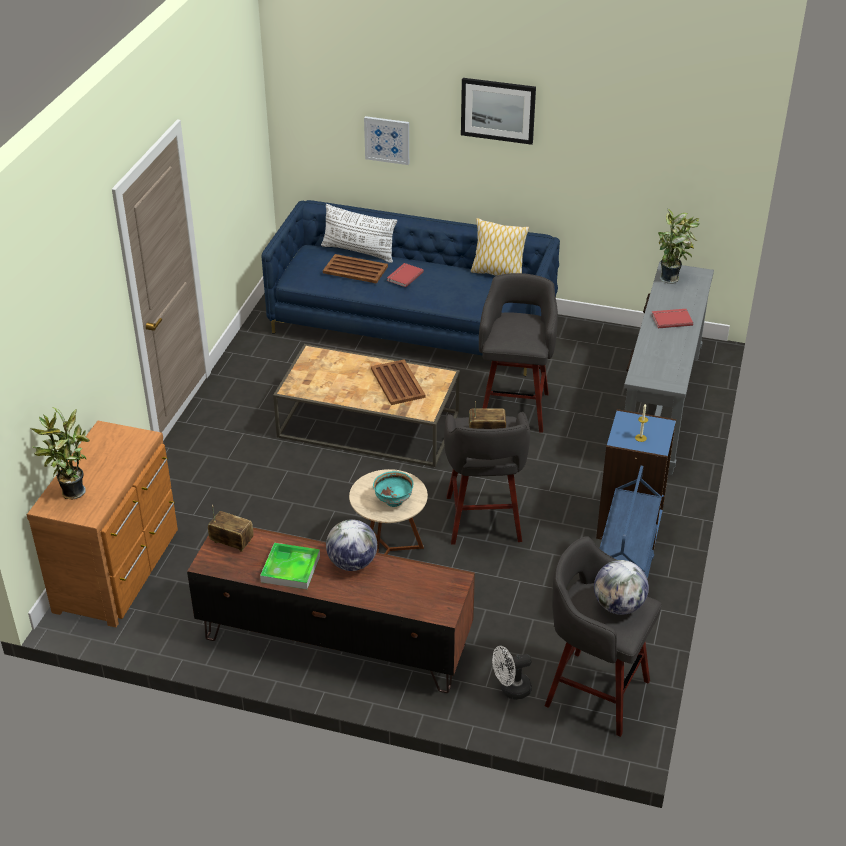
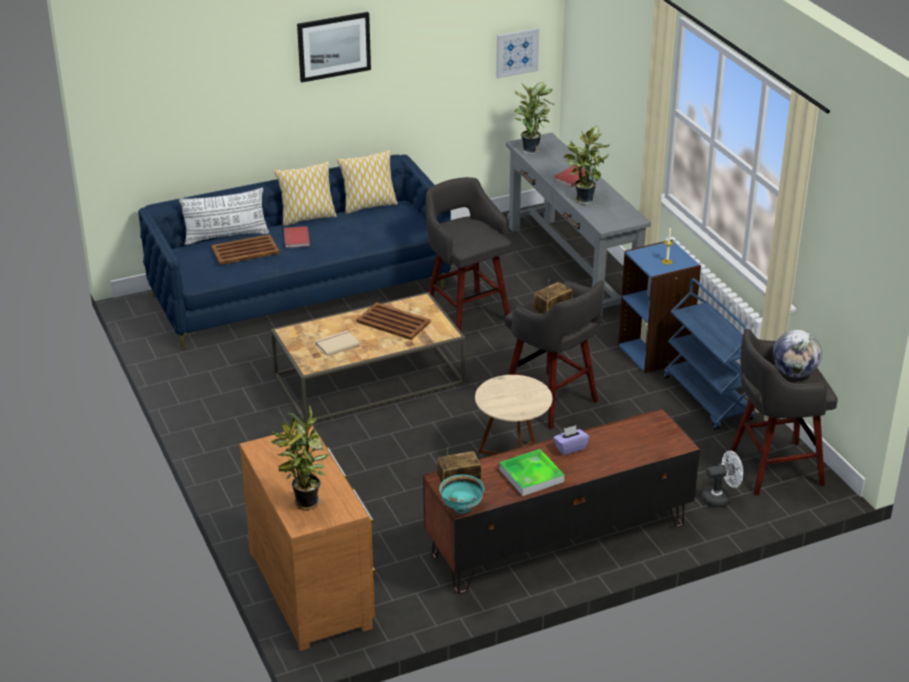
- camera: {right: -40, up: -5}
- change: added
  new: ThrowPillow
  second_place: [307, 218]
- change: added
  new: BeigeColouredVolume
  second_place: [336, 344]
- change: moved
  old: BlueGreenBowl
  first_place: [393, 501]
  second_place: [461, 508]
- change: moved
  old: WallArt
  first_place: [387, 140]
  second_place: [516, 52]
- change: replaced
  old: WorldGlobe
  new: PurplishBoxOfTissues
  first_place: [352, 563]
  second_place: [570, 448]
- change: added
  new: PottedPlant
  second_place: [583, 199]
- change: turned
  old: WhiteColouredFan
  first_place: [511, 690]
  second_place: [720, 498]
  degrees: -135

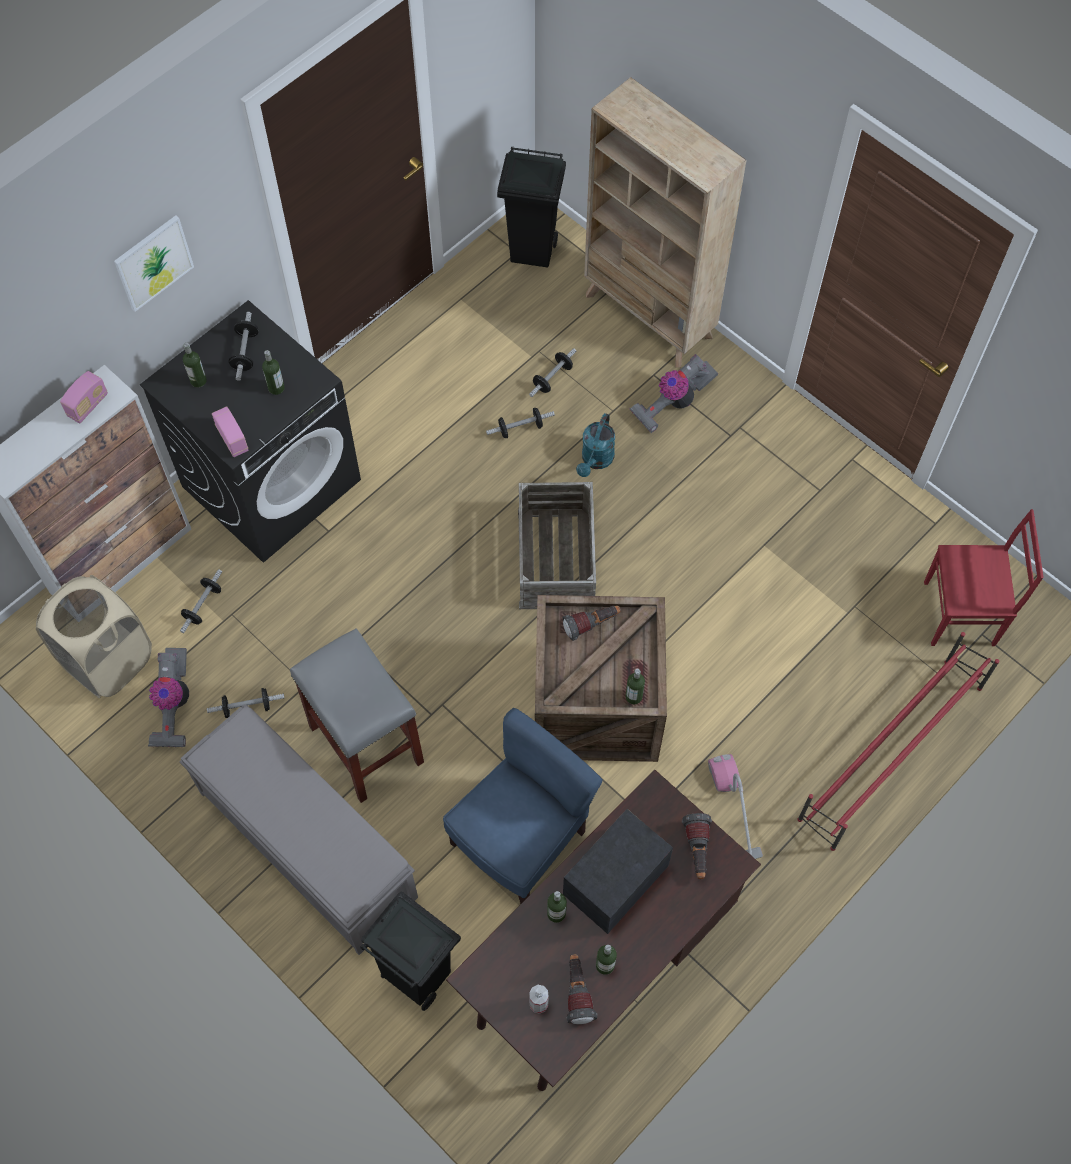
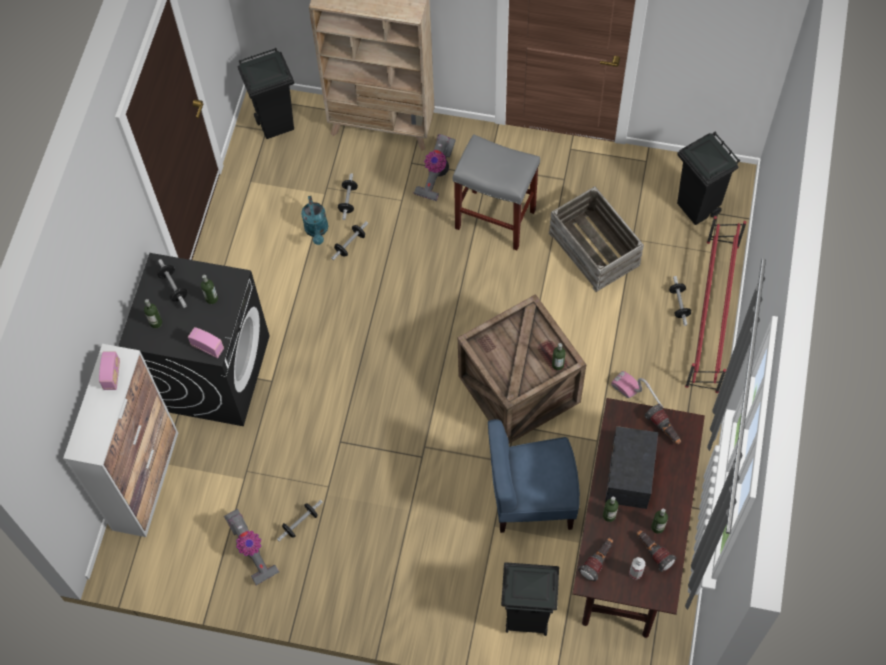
- camera: {right: -30, up: 0}
- change: moved
  old: BlueGreenWateringPot
  first_place: [595, 460]
  second_place: [317, 231]
- change: moved
  old: GreySittingStool
  first_place: [368, 745]
  second_place: [496, 219]
- change: turned
  old: BlueColouredUprightChair
  first_place: [520, 840]
  second_place: [531, 499]
  degrees: -105
- change: moved
  old: PackingCrate
  first_place: [557, 558]
  second_place: [595, 248]
- change: moved
  old: HandTorch
  first_place: [592, 625]
  second_place: [597, 561]
- change: moved
  old: Dumbbell
  first_place: [203, 606]
  second_place: [679, 304]
- change: replaced
  old: RedUprightChair
  new: BlackishTrashCan
  first_place: [961, 614]
  second_place: [697, 208]
- change: removed
  old: BeigeColouredLaundryBasket
  first_place: [108, 660]
- change: removed
  old: WallArt
  first_place: [153, 262]
- change: removed
  old: GreyLongSeat
  first_place: [306, 843]

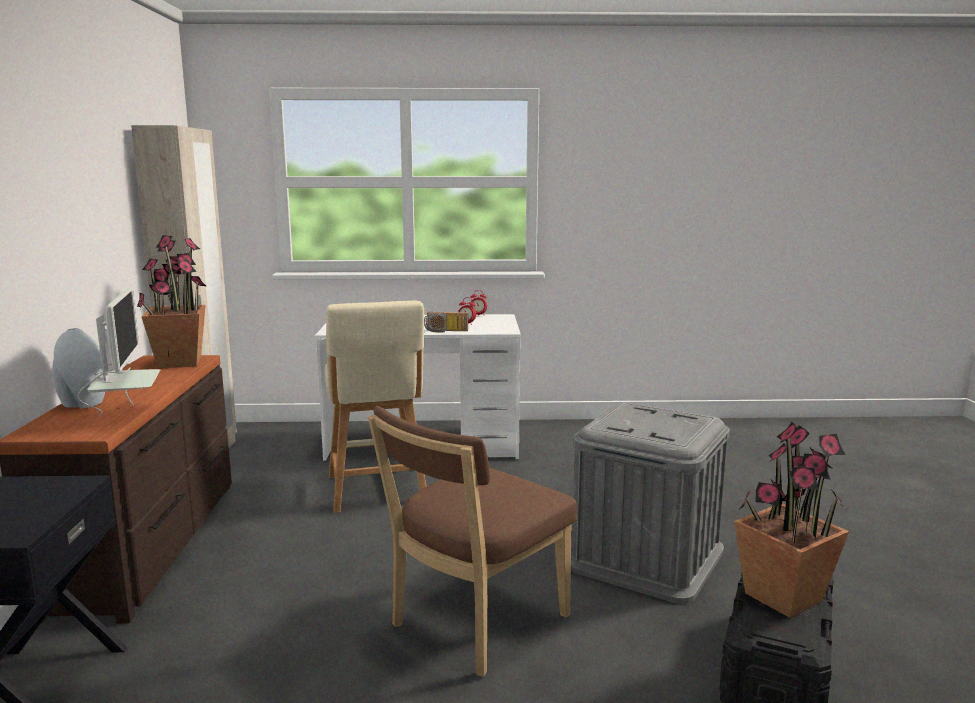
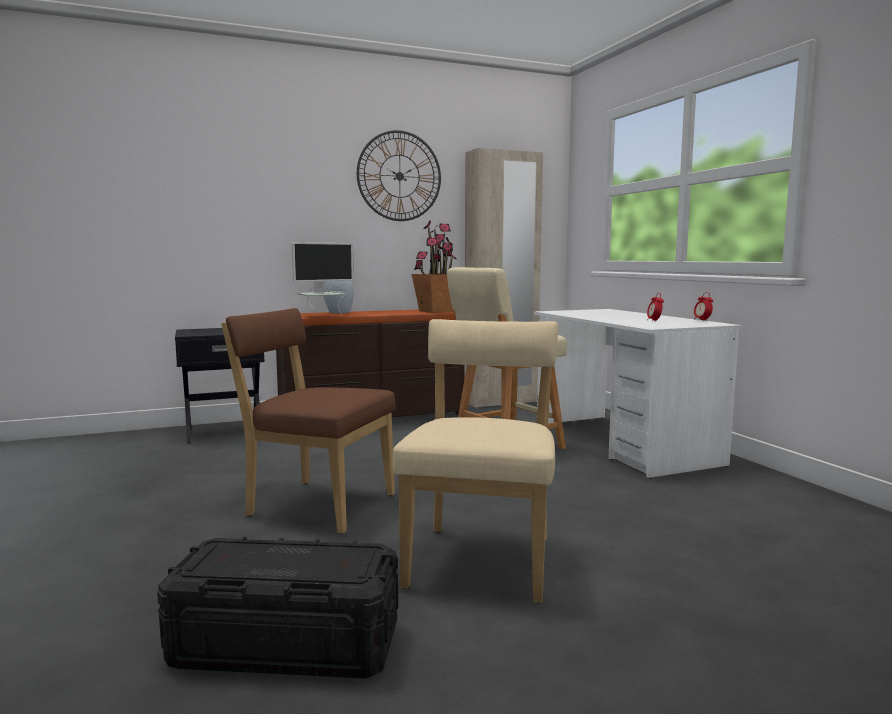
- camera: {right: 70, up: -5}
- change: added
  new: WallClock
  second_place: [399, 176]
- change: replaced
  old: GreyStorageBin
  new: BeigeColouredUprightChair
  first_place: [645, 557]
  second_place: [482, 558]
- change: removed
  old: RadioReceiver
  first_place: [445, 331]
- change: removed
  old: PottedPlant
  first_place: [783, 596]

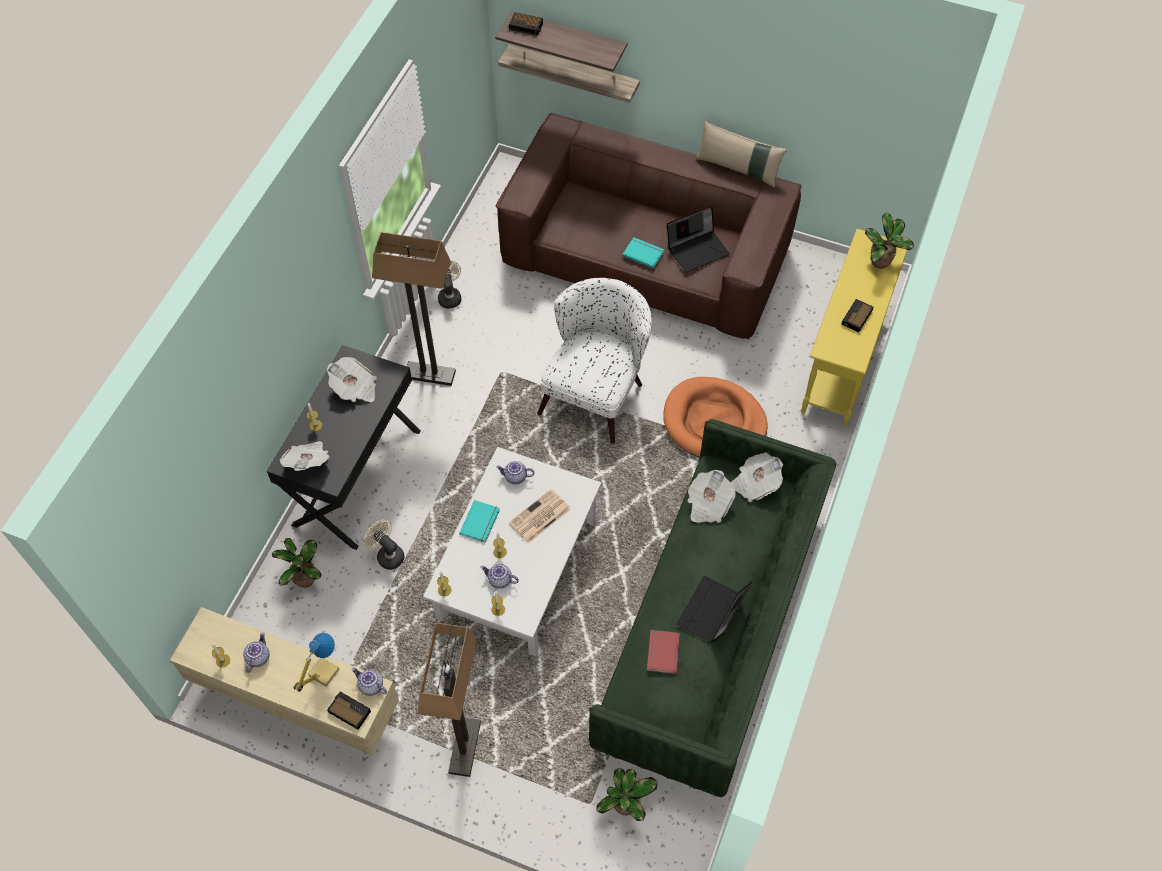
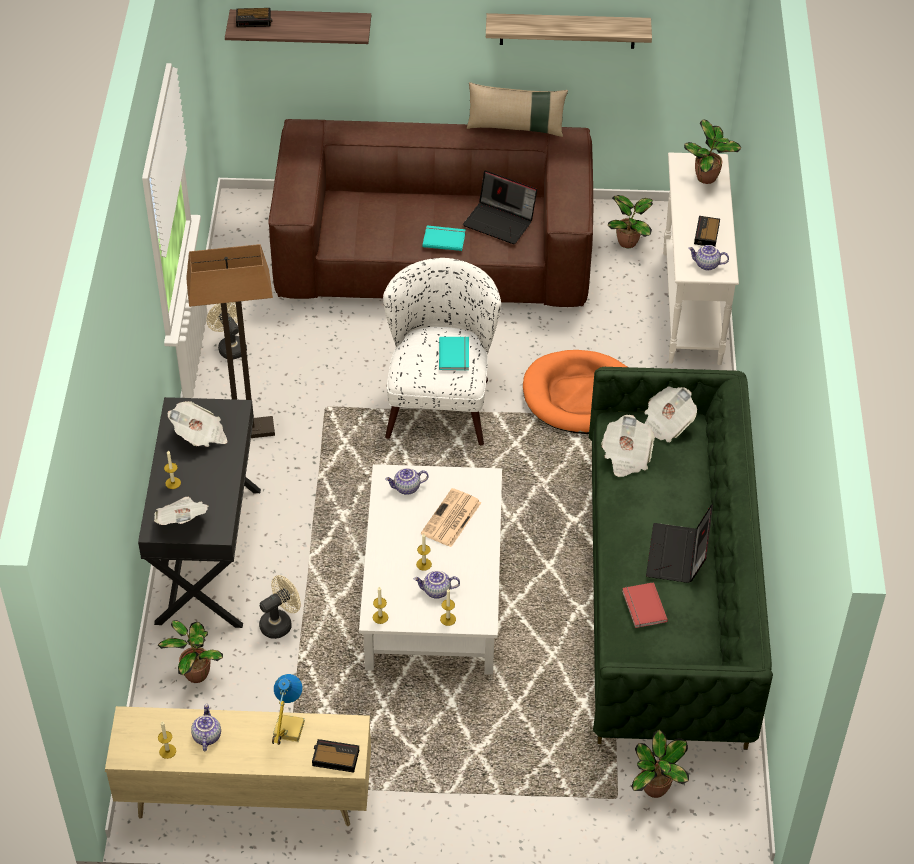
- camera: {right: -20, up: -10}
- change: turned
  old: BeigeColouredFan
  first_place: [387, 555]
  second_place: [280, 623]
  degrees: 120
- change: moved
  old: BlueGreenVolume
  first_place: [481, 522]
  second_place: [455, 354]
- change: turned
  old: NotebookComputer
  first_place: [697, 249]
  second_place: [500, 221]
  degrees: 75
- change: moved
  old: BracketShelf
  first_place: [573, 73]
  second_place: [567, 30]
- change: added
  new: PottedPlant
  second_place: [629, 242]
- change: recoloured
  old: YellowishConsoleTable
  new: WhiteColouredConsoleTable
  first_place: [841, 365]
  second_place: [691, 308]
- change: moved
  old: Teapot
  first_place: [370, 686]
  second_place: [706, 265]
- change: removed
  old: StandardLamp
  first_place: [465, 748]

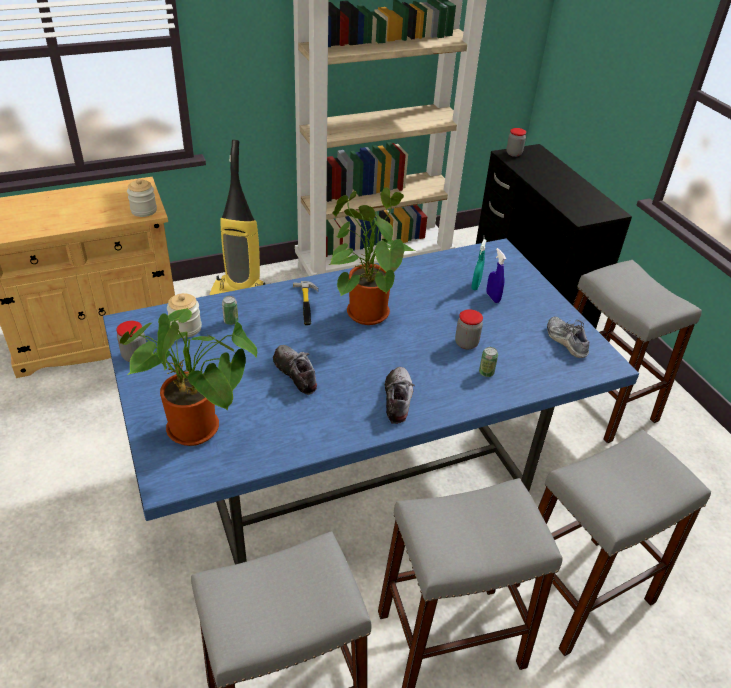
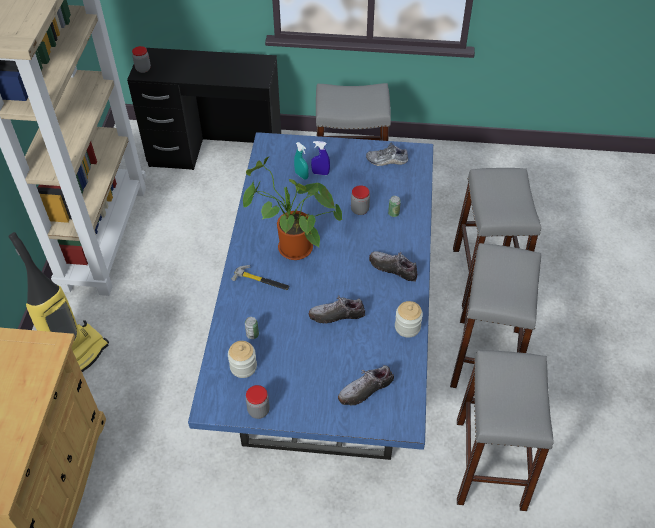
- camera: {right: -60, up: 10}
- change: replaced
  old: PottedPlant
  new: Shoe
  first_place: [199, 429]
  second_place: [365, 390]
- change: moved
  old: PreserveJar
  first_place: [144, 210]
  second_place: [407, 327]

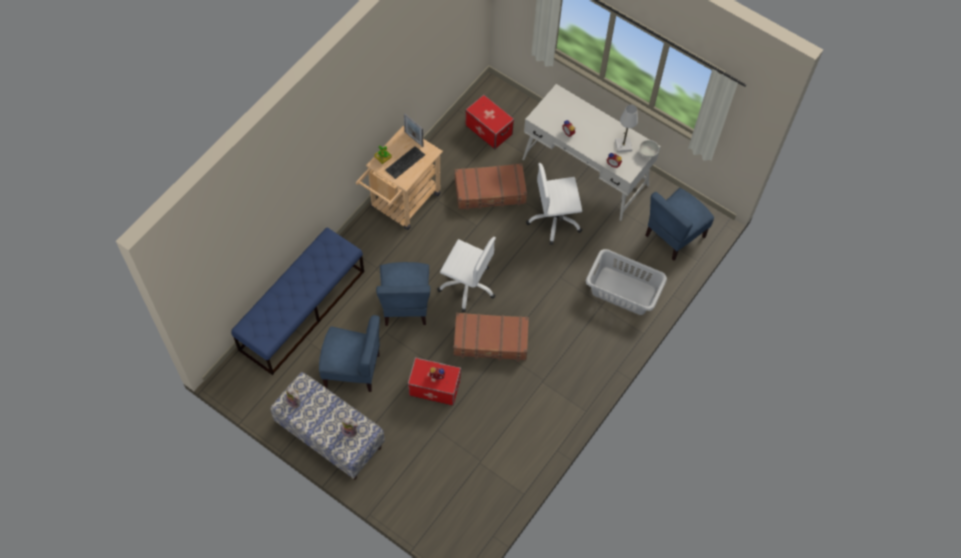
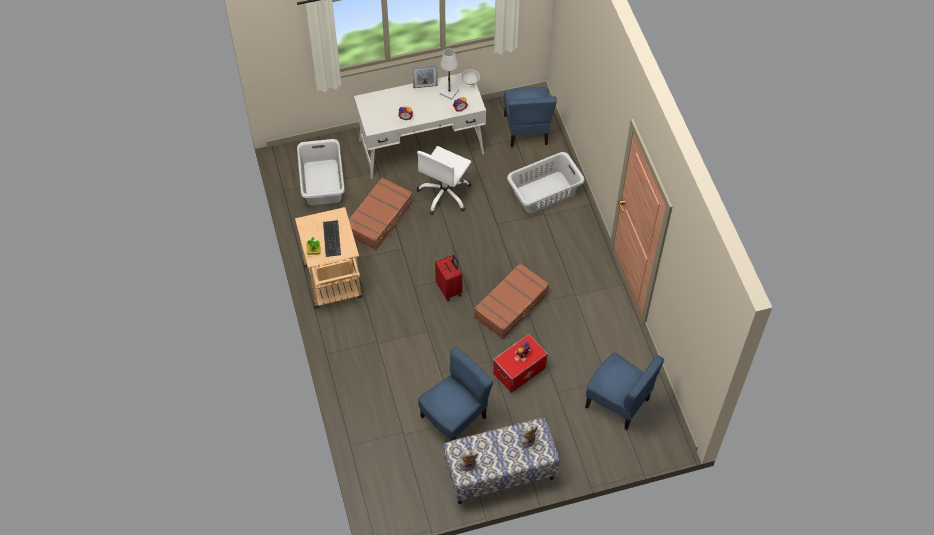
- camera: {right: -50, up: -5}
- change: replaced
  old: StorageBin
  new: GreyLaundryBasket
  first_place: [489, 129]
  second_place: [322, 182]
- change: moved
  old: PictureFrame
  first_place: [414, 139]
  second_place: [425, 86]
- change: replaced
  old: WhiteColouredOfficeChair
  new: RedPieceOfLuggage
  first_place: [467, 285]
  second_place: [449, 289]
- change: moved
  old: BlueColouredUprightChair
  first_place: [405, 305]
  second_place: [618, 402]
- change: removed
  old: BlueColouredLongSeat
  first_place: [302, 310]

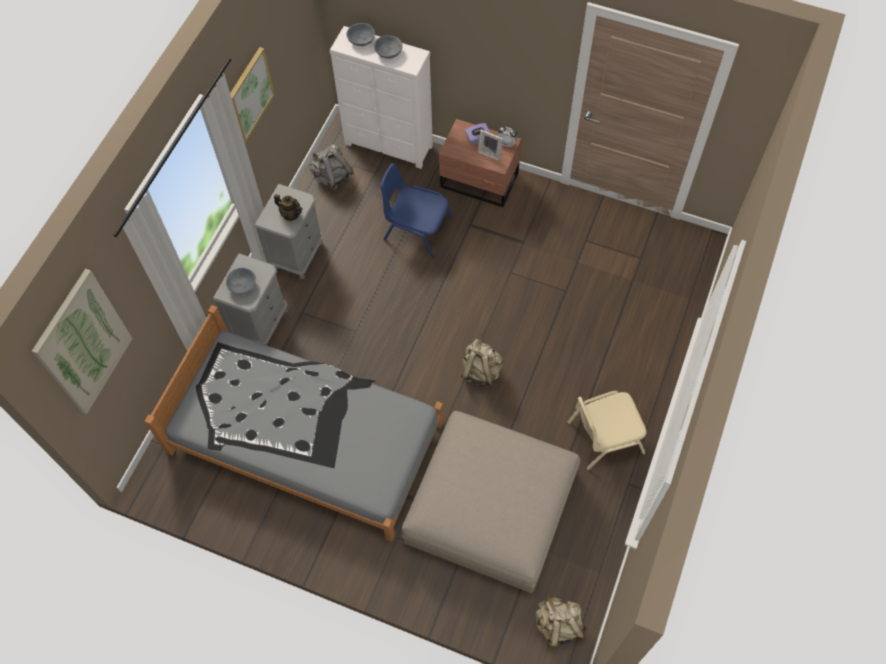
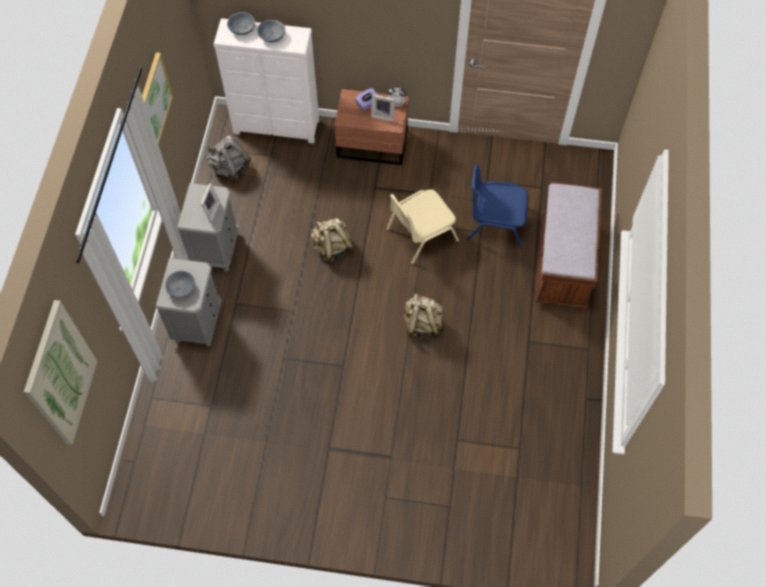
- camera: {right: -15, up: 0}
- change: replaced
  old: Teapot
  new: PictureFrame
  first_place: [291, 214]
  second_place: [210, 210]
- change: moved
  old: BeigeColouredRucksack
  first_place: [558, 625]
  second_place: [332, 247]
- change: moved
  old: BeigeColouredUprightChair
  first_place: [603, 436]
  second_place: [420, 234]
- change: moved
  old: BlueColouredUprightChair
  first_place: [417, 228]
  second_place: [495, 222]
- change: added
  new: BrownLongSeat
  second_place: [563, 262]
- change: removed
  old: GreySleepingBed
  first_place: [305, 437]
- change: removed
  old: BeigeColouredFootrest
  first_place: [491, 507]

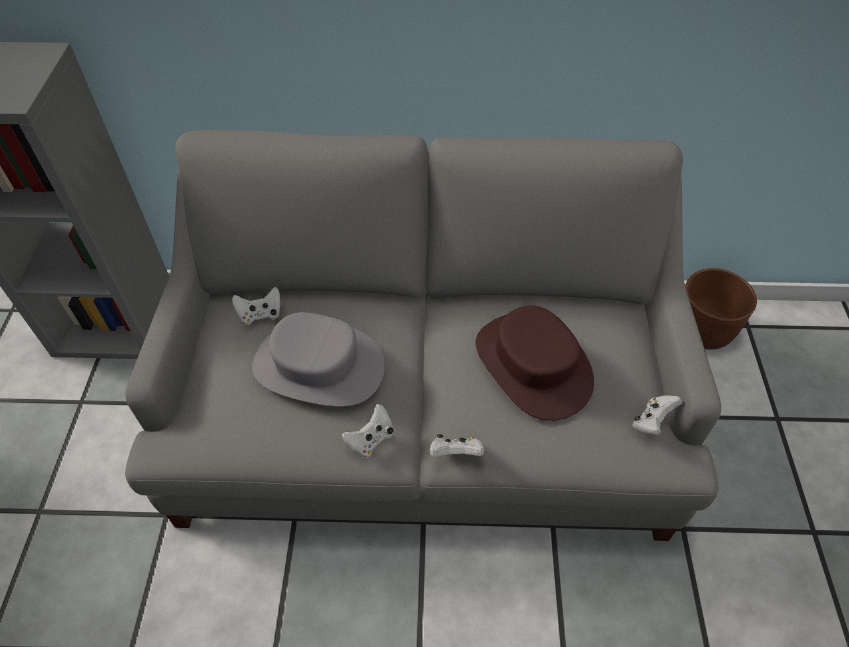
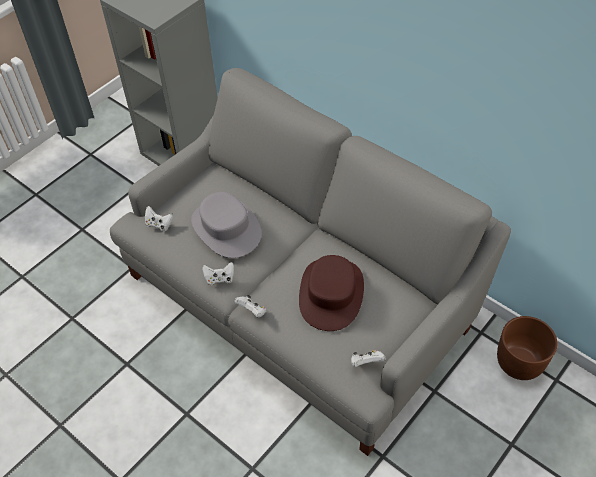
- camera: {right: 40, up: 0}
- change: moved
  old: WhiteColouredGamepad
  first_place: [260, 314]
  second_place: [159, 224]

